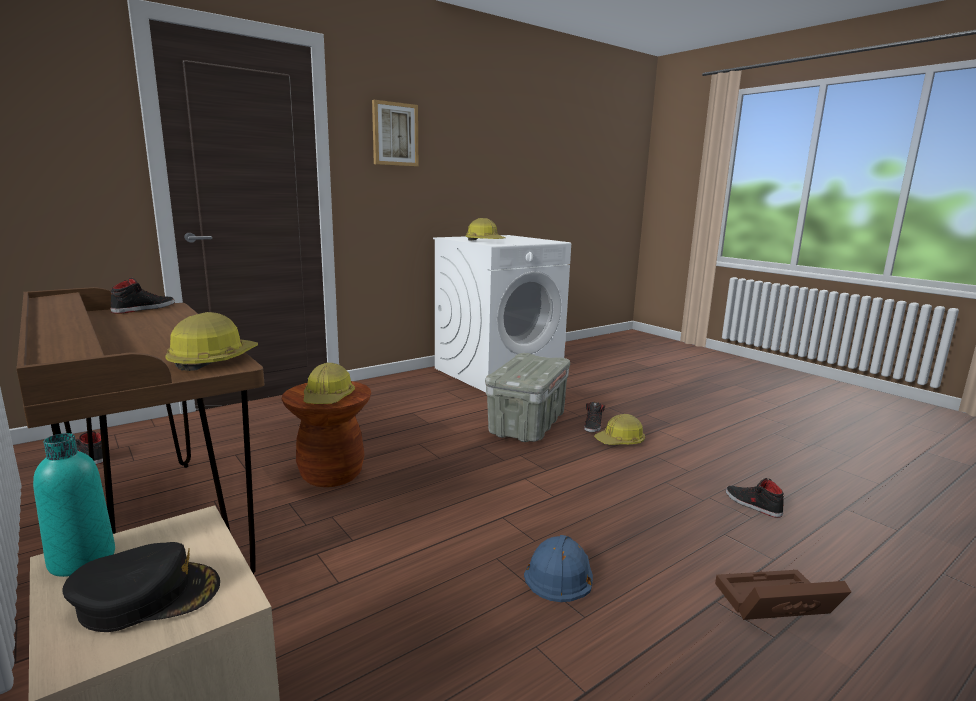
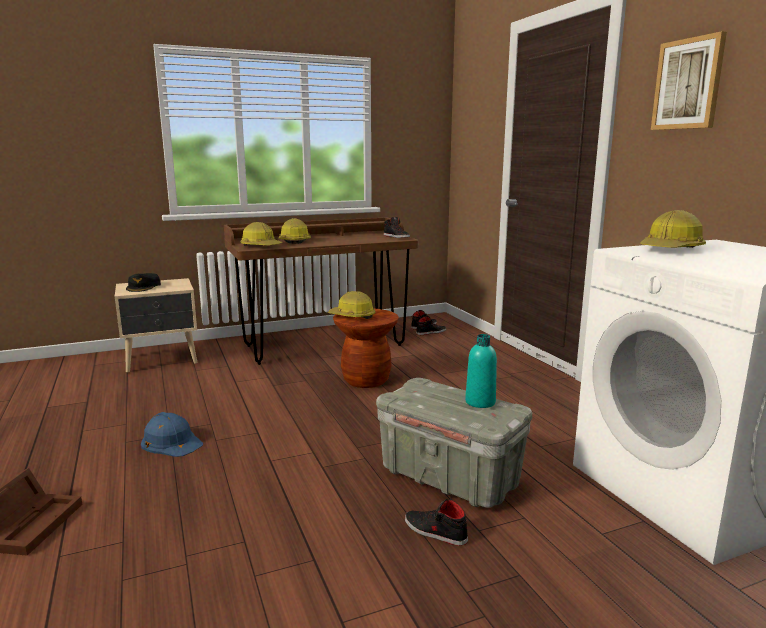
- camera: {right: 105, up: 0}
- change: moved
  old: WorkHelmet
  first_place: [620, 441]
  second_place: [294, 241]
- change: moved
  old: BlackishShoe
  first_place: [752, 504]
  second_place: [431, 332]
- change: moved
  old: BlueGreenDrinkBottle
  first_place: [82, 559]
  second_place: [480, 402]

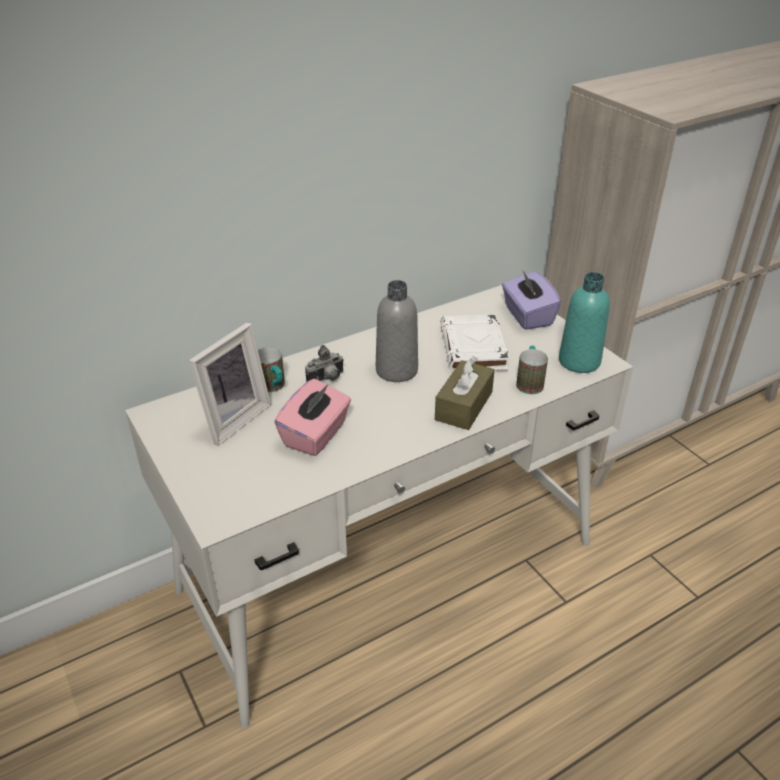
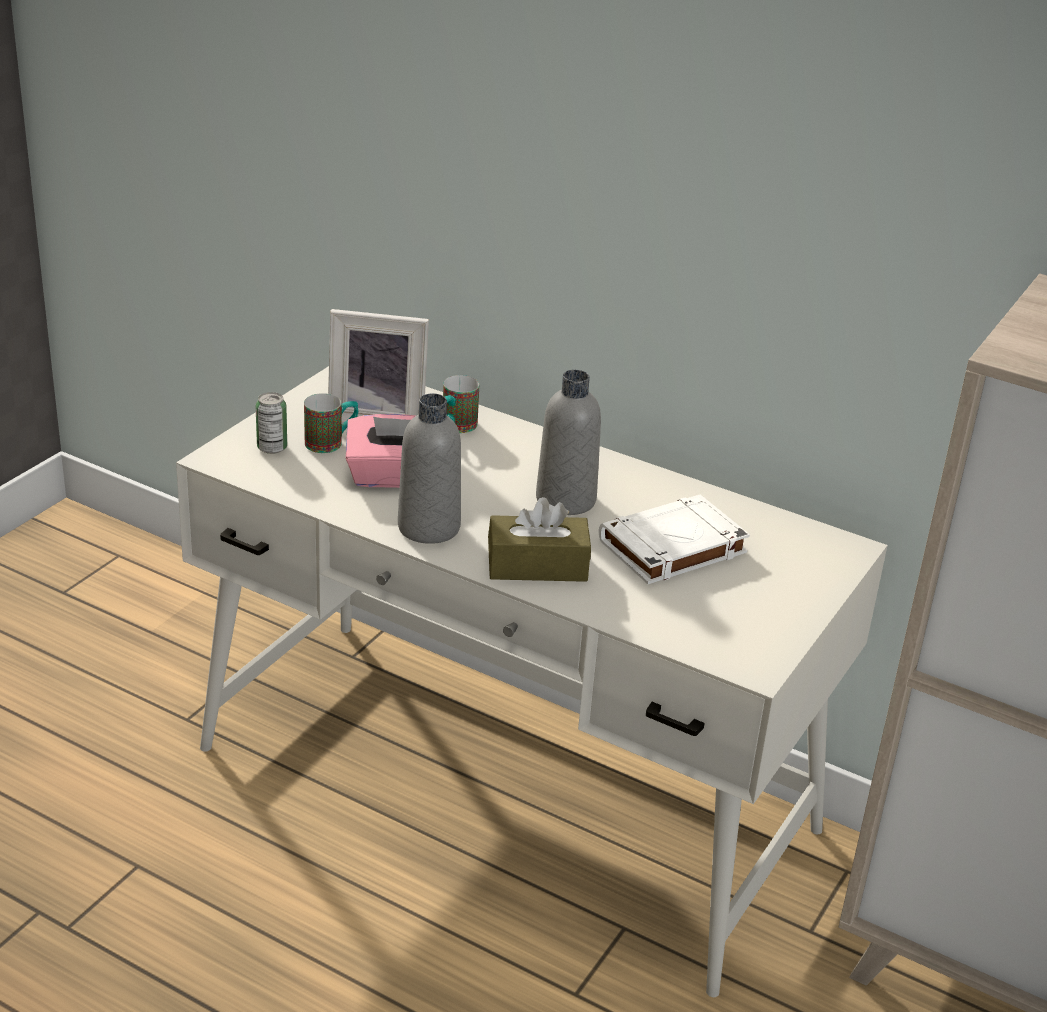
- camera: {right: 60, up: -5}
- change: added
  new: Can
  second_place: [272, 448]
- change: moved
  old: TeaMug
  first_place: [529, 382]
  second_place: [331, 443]
- change: added
  new: GreyDrinkBottle
  second_place: [429, 527]
- change: removed
  old: StillCamera
  first_place: [327, 379]
- change: removed
  old: PurplishBoxOfTissues
  first_place: [527, 316]
- change: removed
  old: BlueGreenDrinkBottle
  first_place: [579, 361]

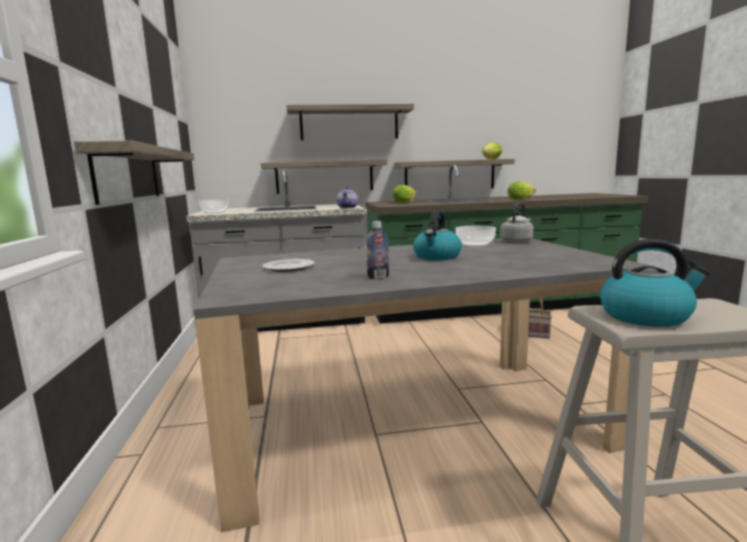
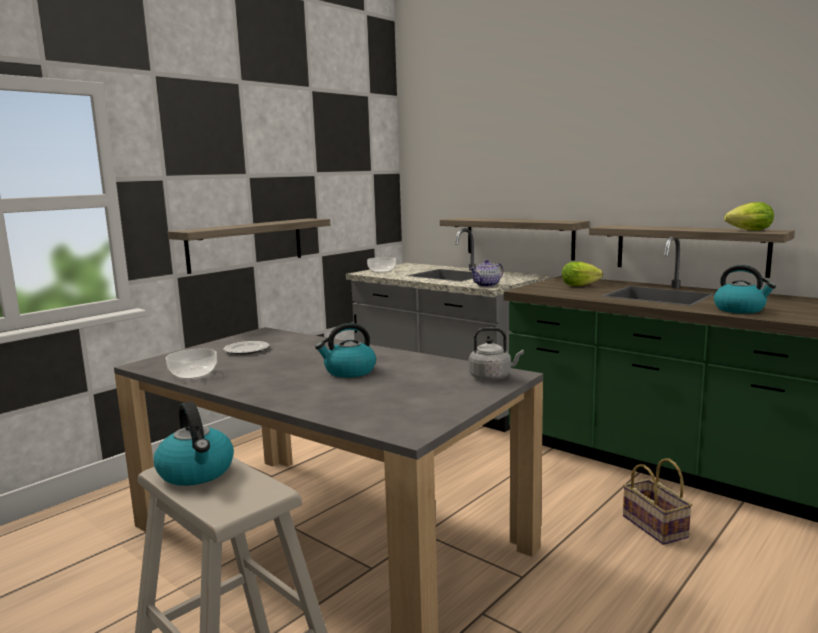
- camera: {right: 50, up: 0}
- change: moved
  old: Bowl
  first_place: [474, 244]
  second_place: [193, 374]
- change: replaced
  old: Lettuce
  new: TeaKettle
  first_place: [521, 199]
  second_place: [740, 309]
- change: removed
  old: BracketShelf
  first_place: [349, 123]
- change: removed
  old: DrinkBottle
  first_place: [378, 277]

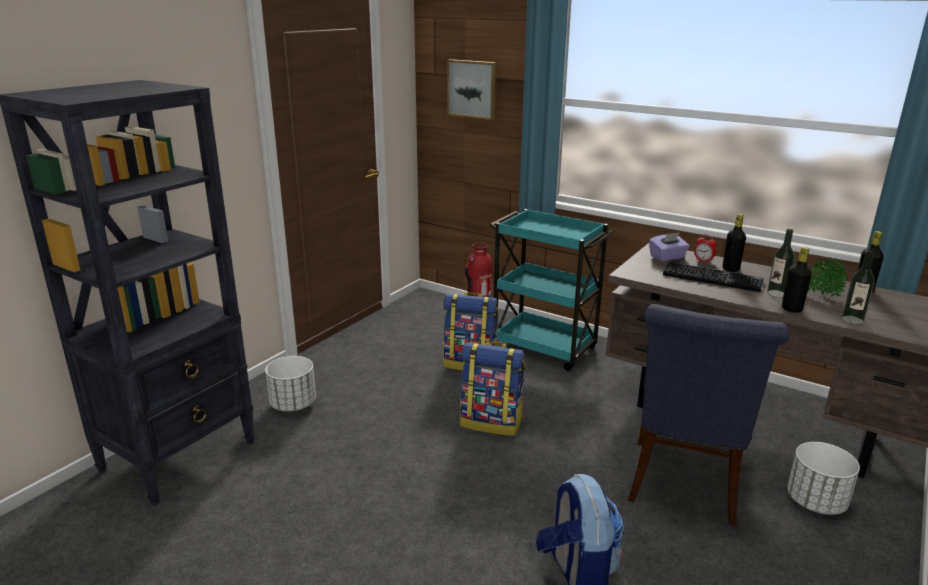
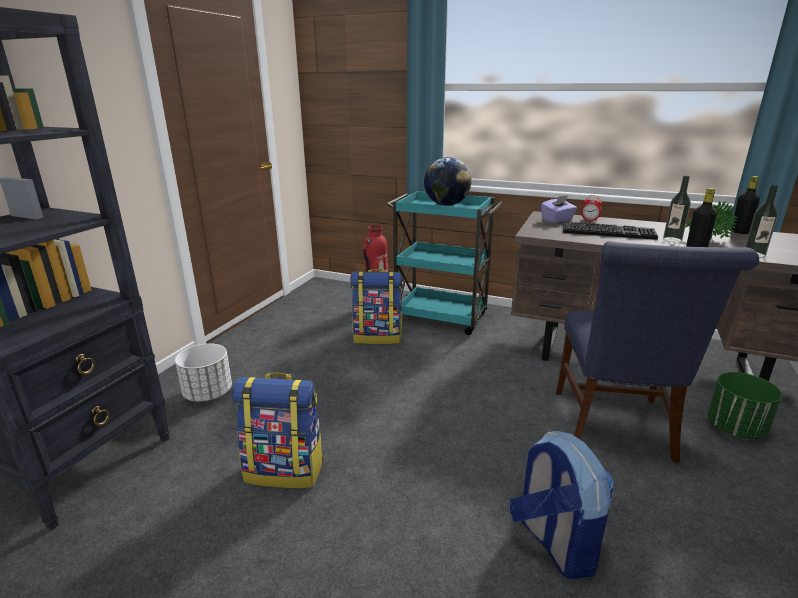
- camera: {right: -10, up: 0}
- change: moved
  old: Rucksack
  first_place: [492, 422]
  second_place: [285, 470]
- change: added
  new: WorldGlobe
  second_place: [446, 205]
- change: recoloured
  old: WhiteColouredPlanter
  new: GreenishPlanter
  first_place: [816, 502]
  second_place: [735, 429]
- change: removed
  old: WallArt
  first_place: [473, 89]
- change: removed
  old: BlackishDrinkBottle
  first_place: [730, 269]

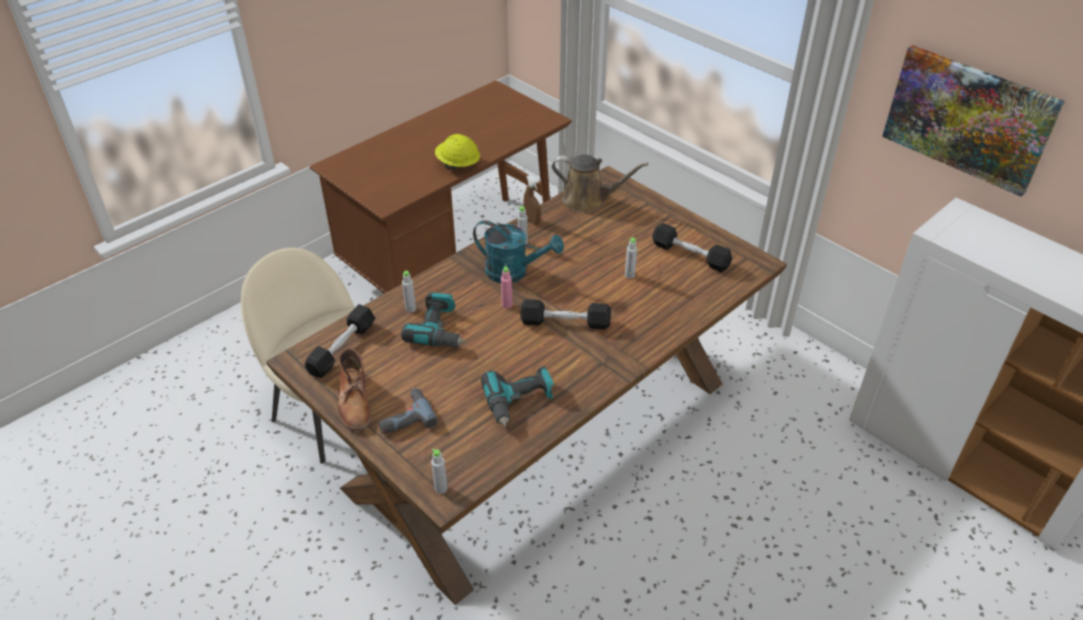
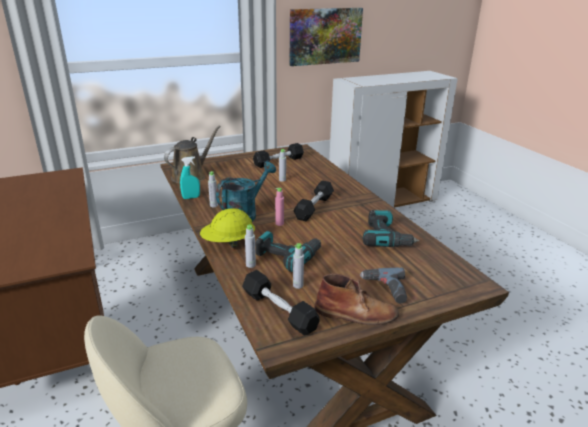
- camera: {right: -70, up: -15}
- change: recoloured
  old: BrownHandSprayer
  new: BlueGreenHandSprayer
  first_place: [532, 221]
  second_place: [191, 197]
- change: moved
  old: YellowishWorkHelmet
  first_place: [458, 165]
  second_place: [228, 243]
- change: moved
  old: GreyDrinkBottle
  first_place: [441, 488]
  second_place: [298, 285]

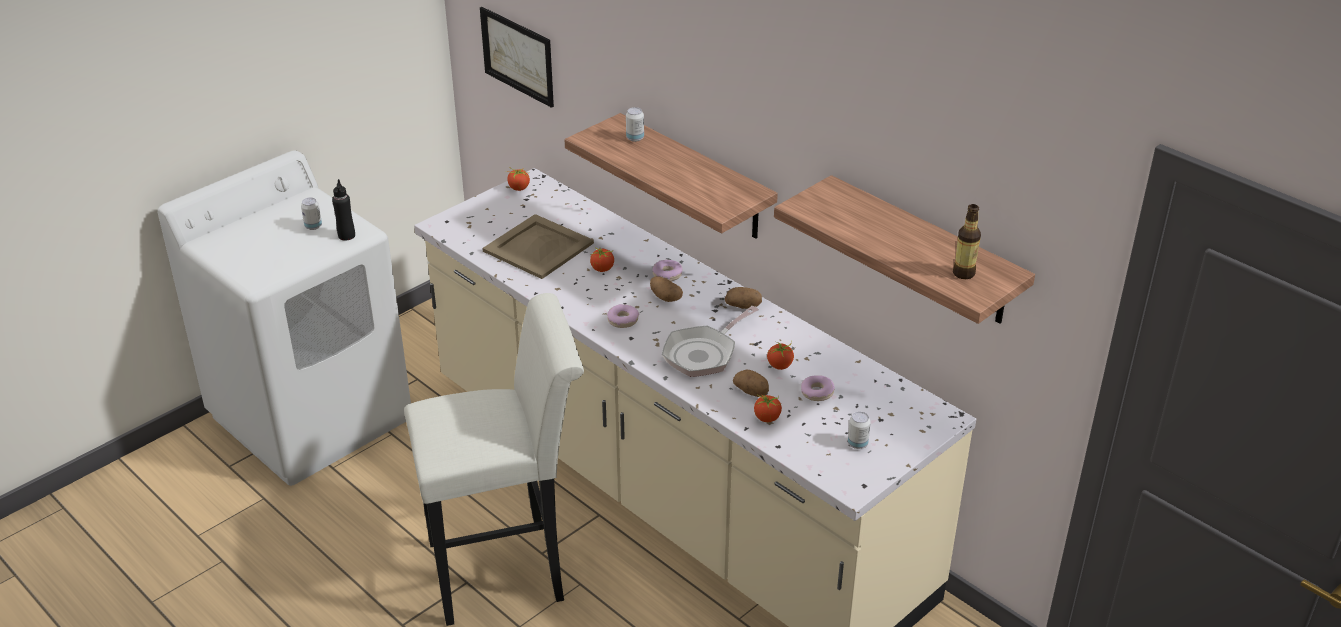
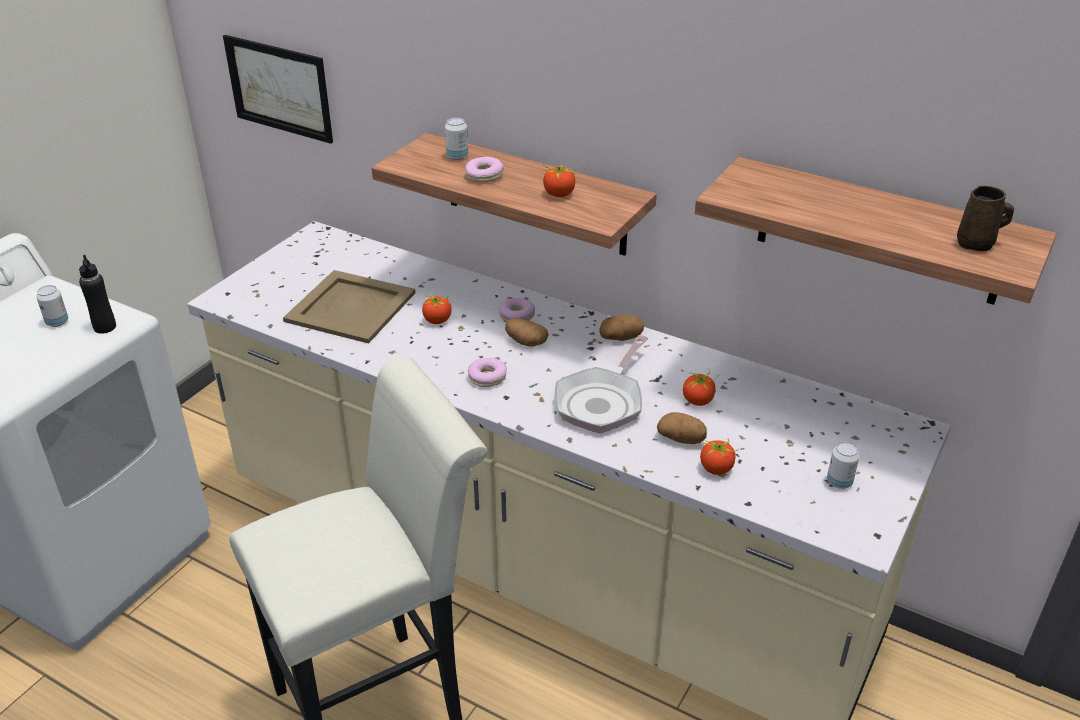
- camera: {right: -15, up: 0}
- change: moved
  old: Doughnut
  first_place: [817, 392]
  second_place: [484, 175]
- change: moved
  old: FreshTomato
  first_place: [518, 188]
  second_place: [558, 194]
- change: replaced
  old: DrinkBottle
  new: BrownTeaMug
  first_place: [963, 273]
  second_place: [977, 244]

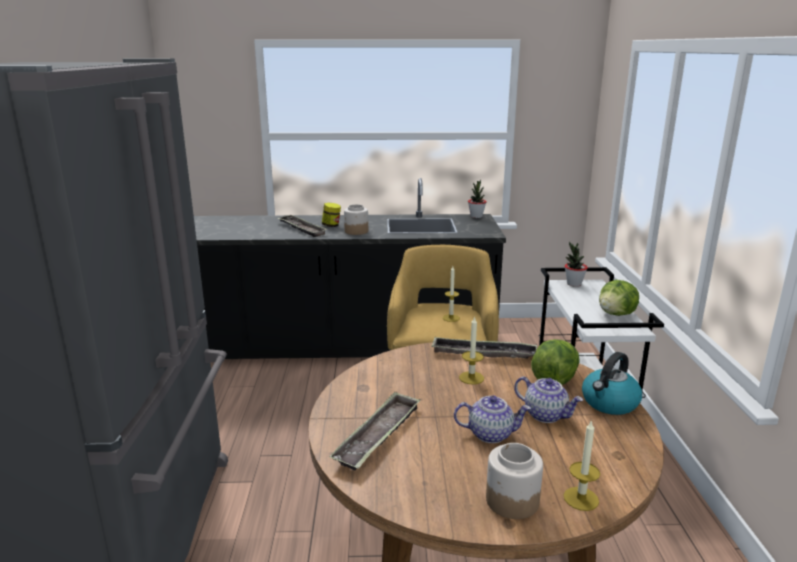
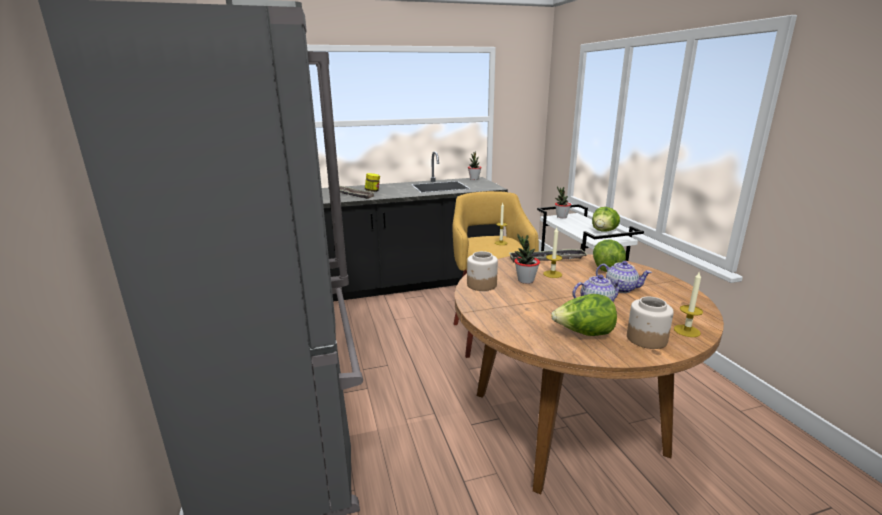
- camera: {right: -15, up: 0}
- change: moved
  old: PreserveJar
  first_place: [356, 231]
  second_place: [481, 285]
- change: added
  new: PottedPlant
  second_place: [525, 280]
- change: added
  new: Lettuce
  second_place: [583, 334]
- change: removed
  old: Tray
  first_place: [378, 435]
- change: removed
  old: TeaKettle
  first_place: [609, 403]

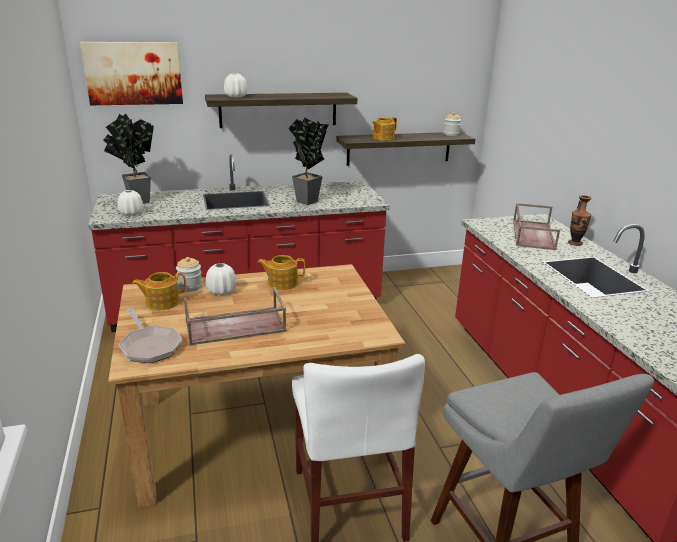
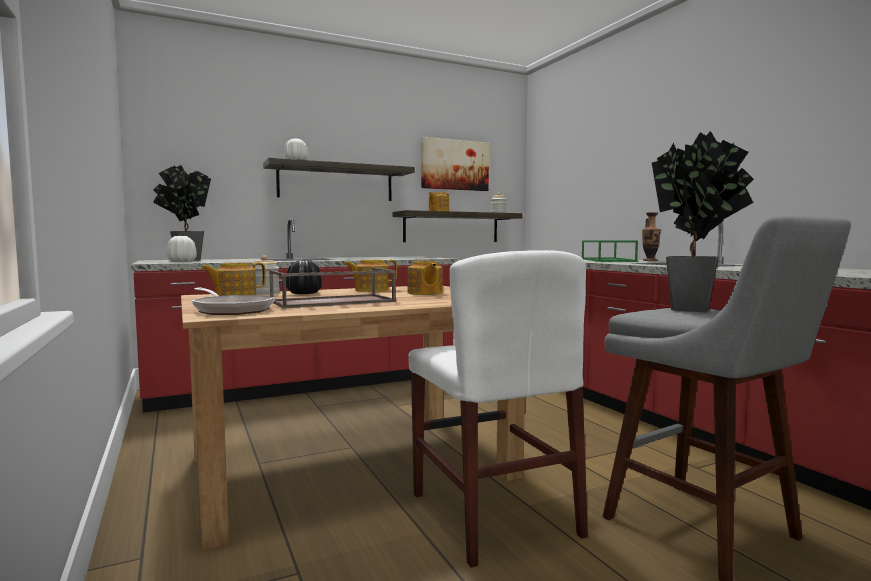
- camera: {right: -10, up: -20}
- change: recoloured
  old: WhiteColouredVase
  new: BlackishVase
  first_place: [221, 291]
  second_place: [304, 293]
- change: added
  new: Teapot
  second_place: [424, 293]
- change: moved
  old: WallArt
  first_place: [134, 73]
  second_place: [454, 165]
- change: recoloured
  old: BrownTray
  new: GreenishTray
  first_place: [532, 234]
  second_place: [606, 260]
- change: moved
  old: PottedPlant
  first_place: [308, 202]
  second_place: [697, 310]

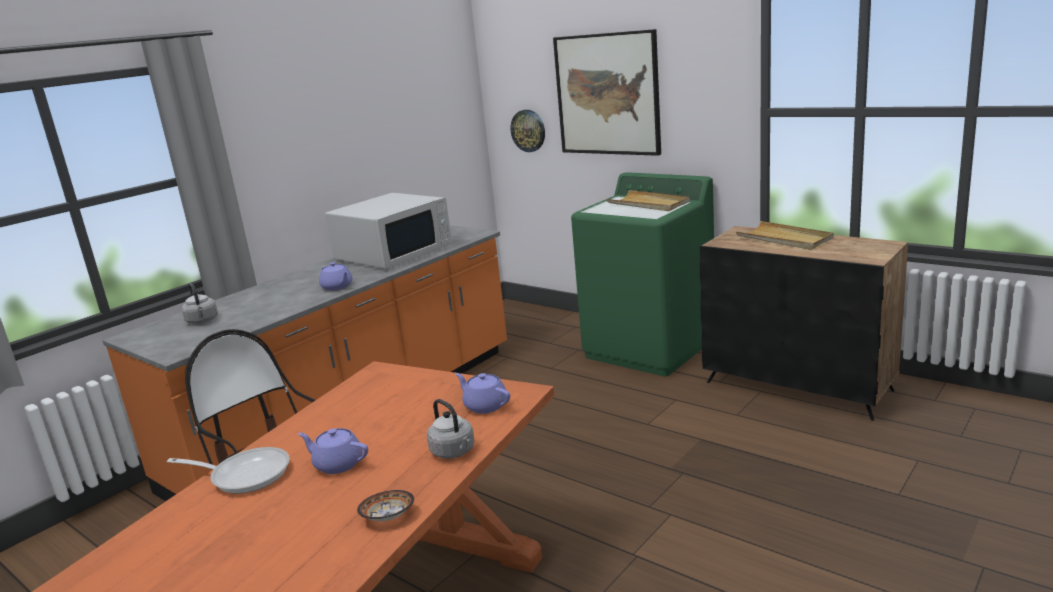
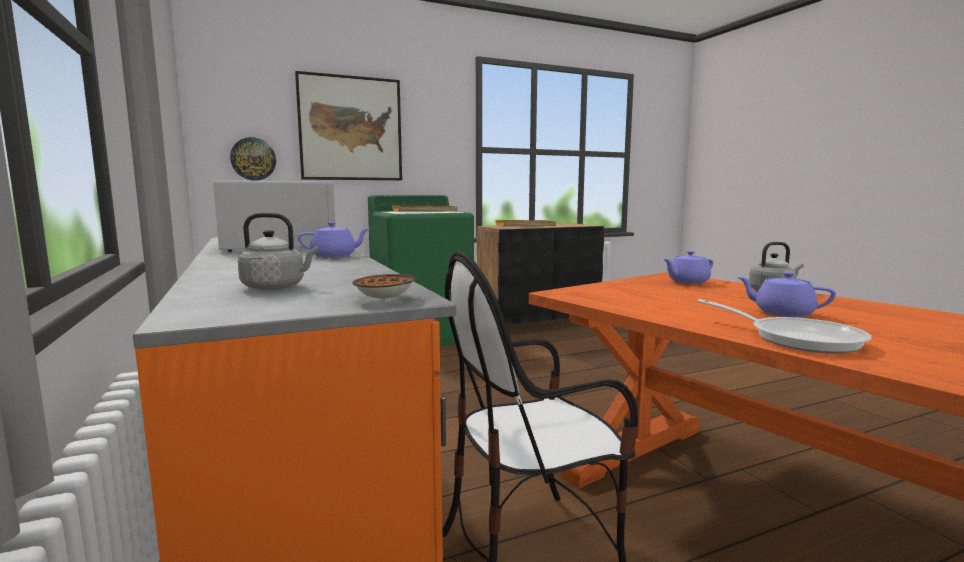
- camera: {right: -65, up: -10}
- change: moved
  old: Bowl
  first_place: [389, 517]
  second_place: [387, 299]
- change: turned
  old: FryingPan
  first_place: [245, 475]
  second_place: [796, 338]
  degrees: 105
- change: turned
  old: PurplishTeapot
  first_place: [337, 464]
  second_place: [782, 313]
  degrees: 75

